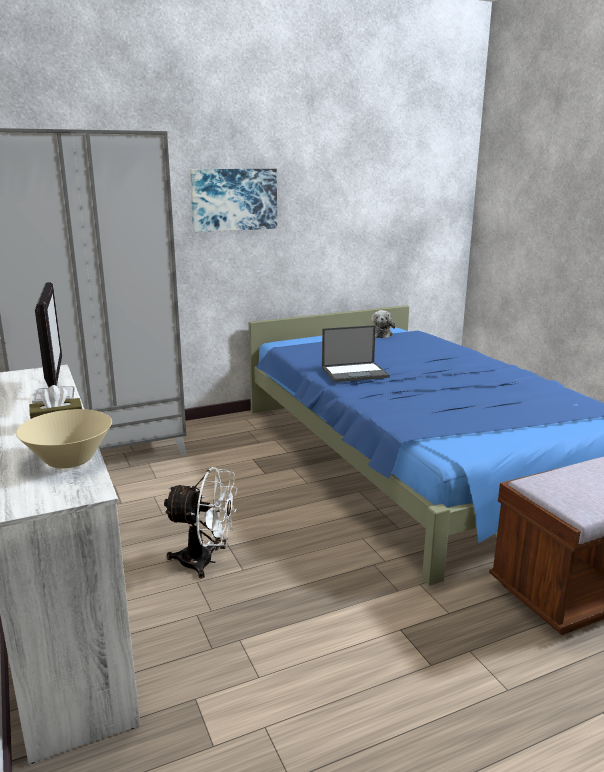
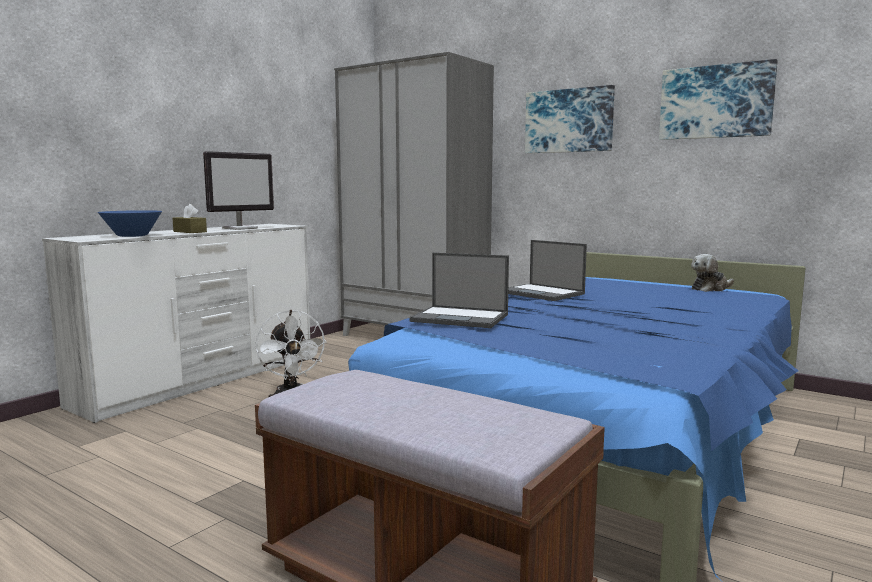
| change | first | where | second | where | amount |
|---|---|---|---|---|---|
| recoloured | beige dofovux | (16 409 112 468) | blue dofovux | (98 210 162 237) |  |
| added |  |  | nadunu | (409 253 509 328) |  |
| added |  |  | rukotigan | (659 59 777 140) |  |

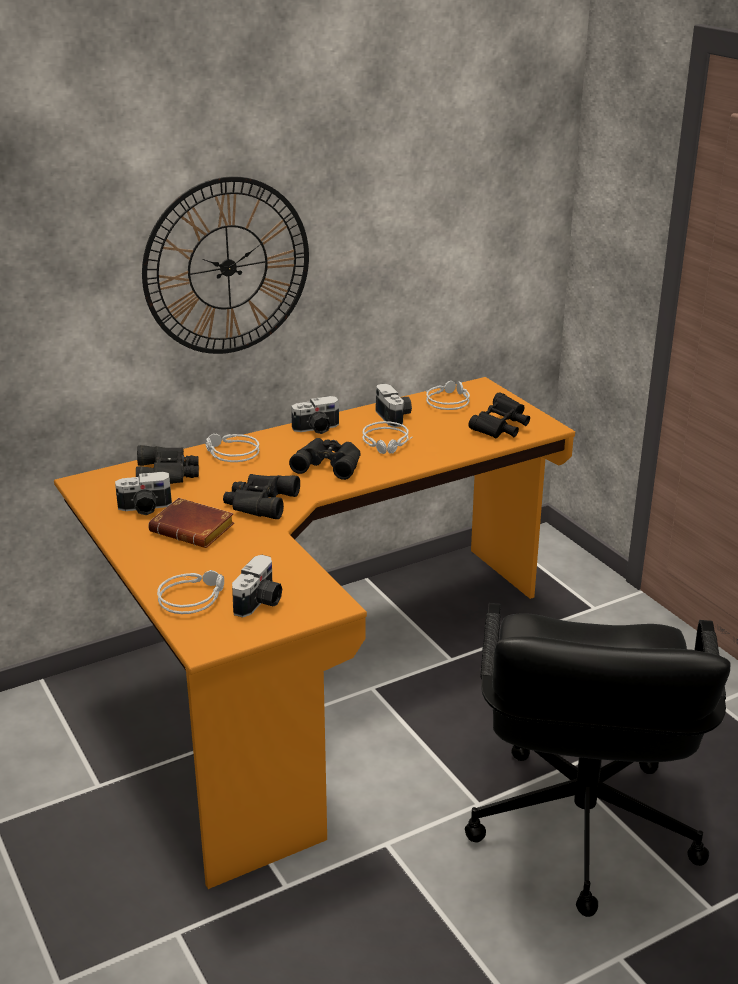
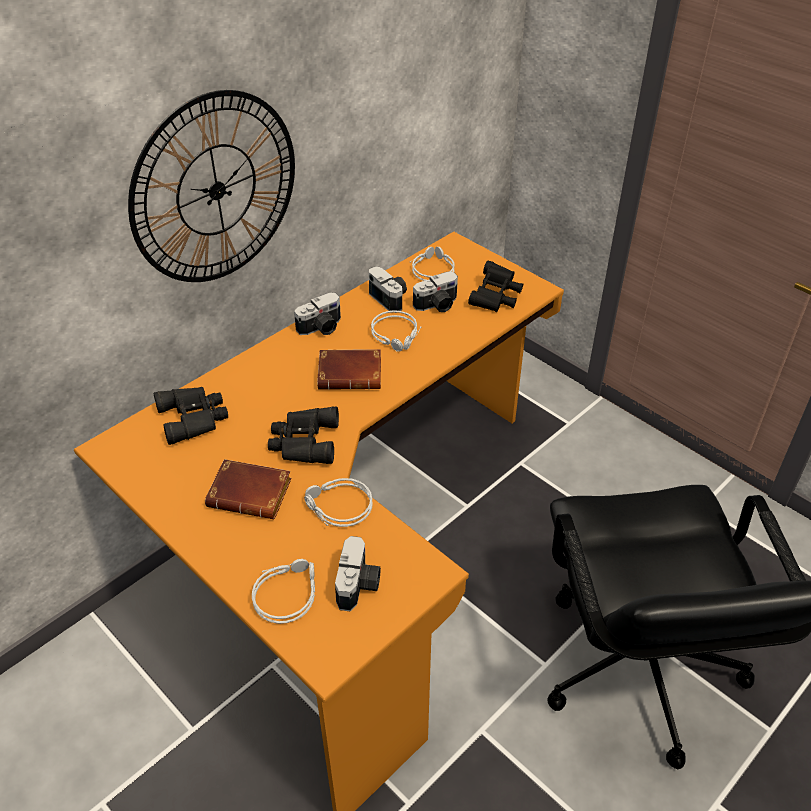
| change | first | where | second | where | amount |
|---|---|---|---|---|---|
| moved | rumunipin | (115 472 172 515) |  | (413 272 458 312) |  |
| moved | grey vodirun | (205 433 259 462) |  | (304 478 373 527) |  |
| replaced | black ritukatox | (289 438 361 480) | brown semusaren | (317 349 381 390) |  |

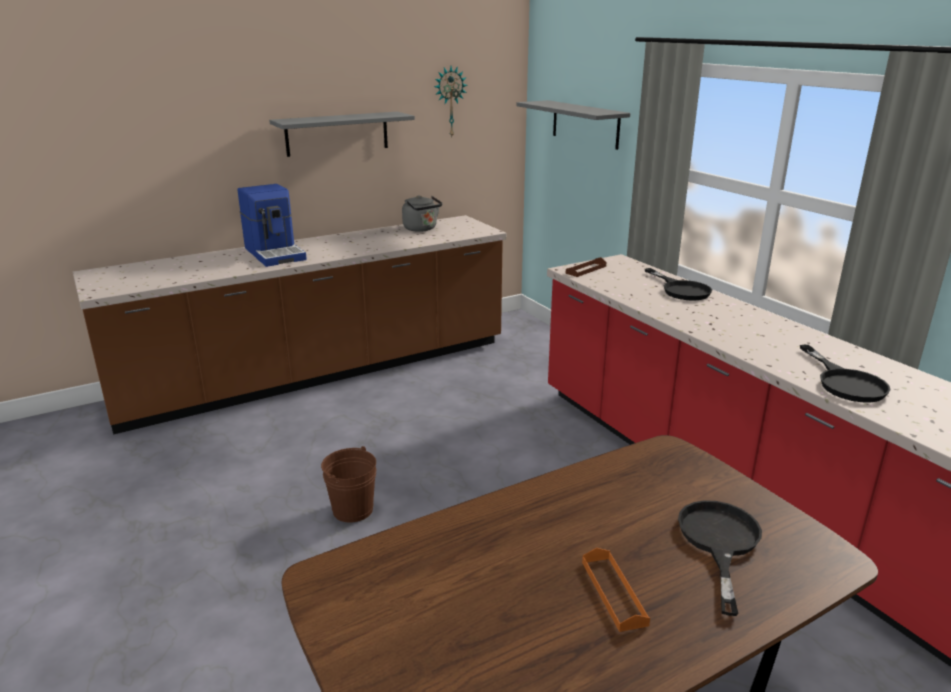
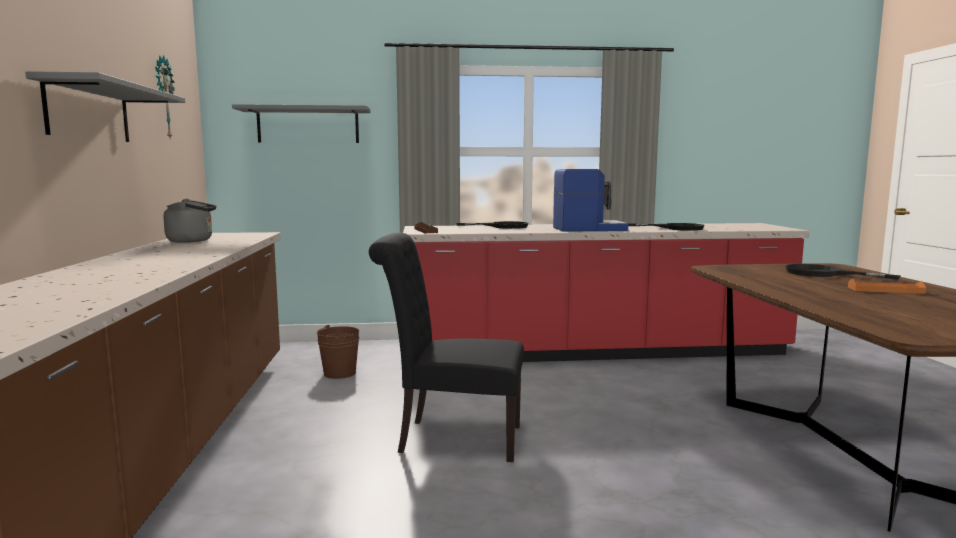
| change | first | where | second | where | amount |
|---|---|---|---|---|---|
| moved | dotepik | (237 184 307 267) |  | (553 169 628 232) |  |
| moved | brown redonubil | (321 446 376 523) |  | (316 325 359 379) |  |
| added |  |  | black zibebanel | (369 233 524 462) |  |

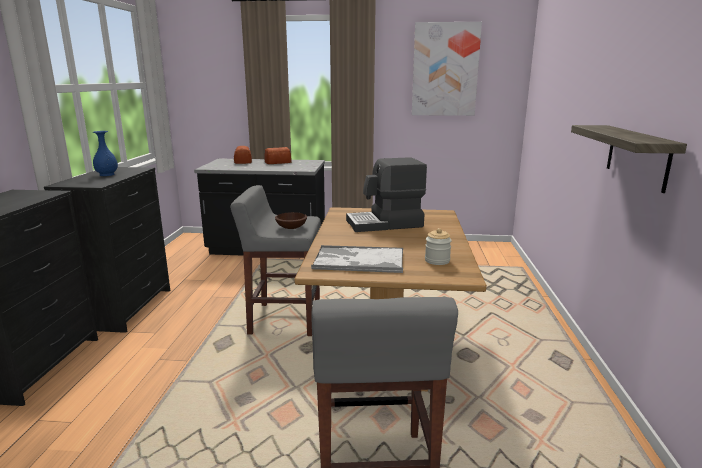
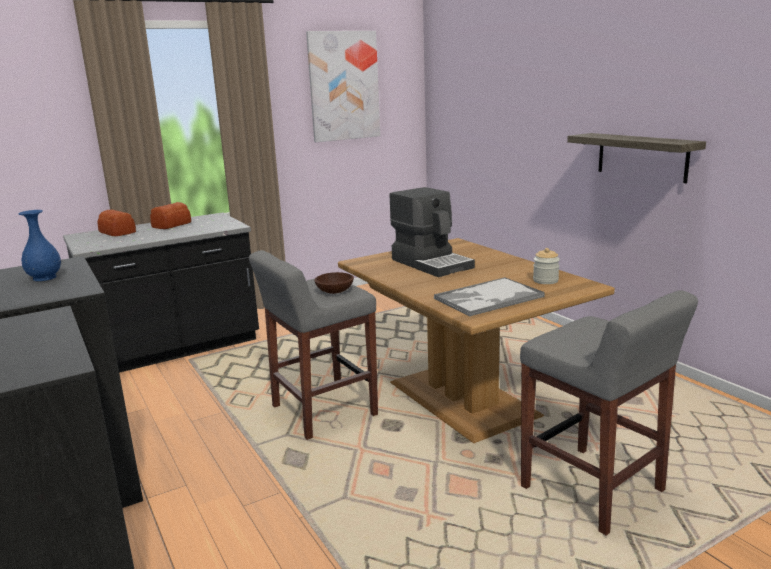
| change | first | where | second | where | amount |
|---|---|---|---|---|---|
| turned | dotepik | (346 157 427 232) |  | (390 187 475 277) | 75 degrees counterclockwise |

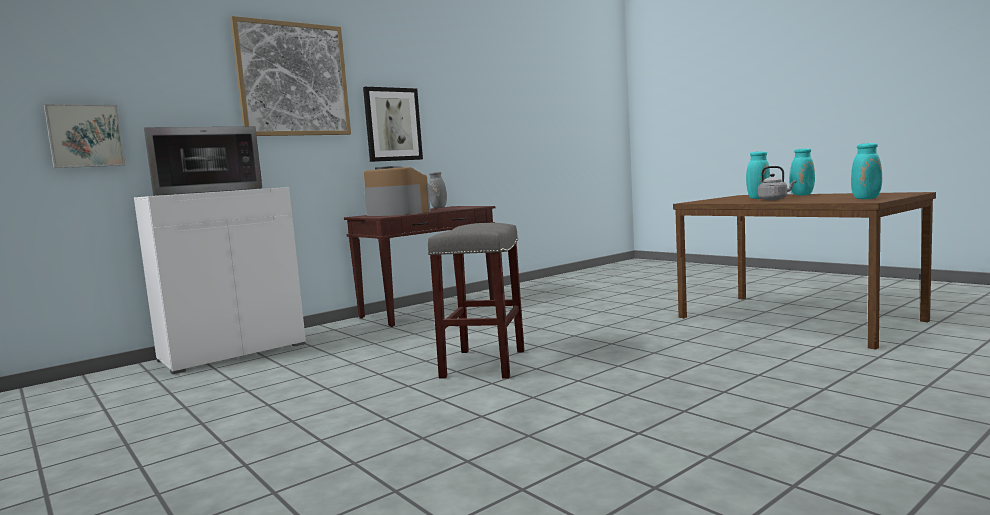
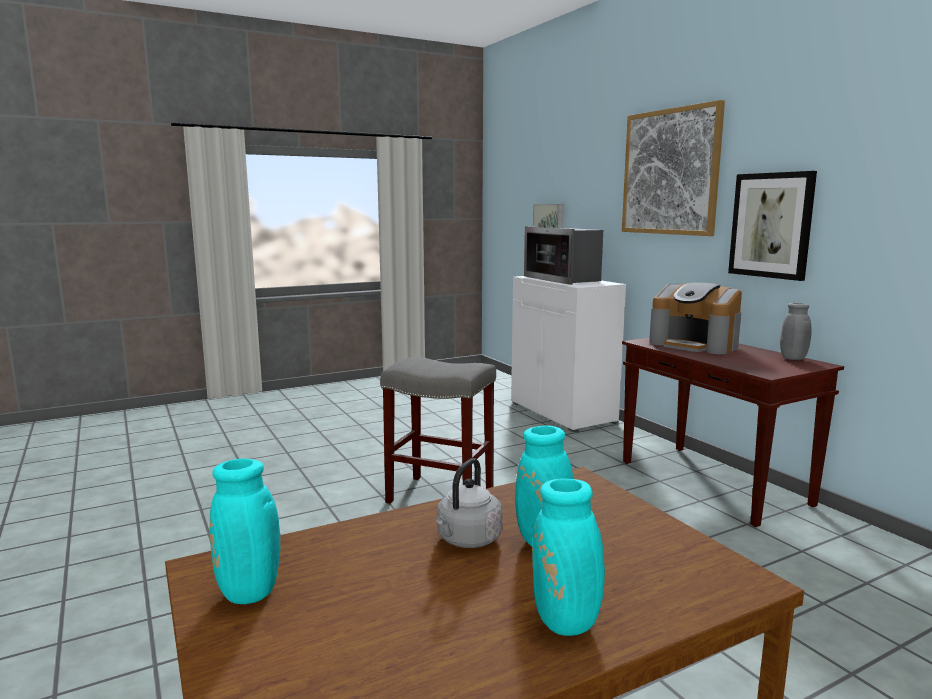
| change | first | where | second | where | amount |
|---|---|---|---|---|---|
| turned | dotepik | (364 166 431 216) |  | (649 282 742 354) | 90 degrees clockwise |

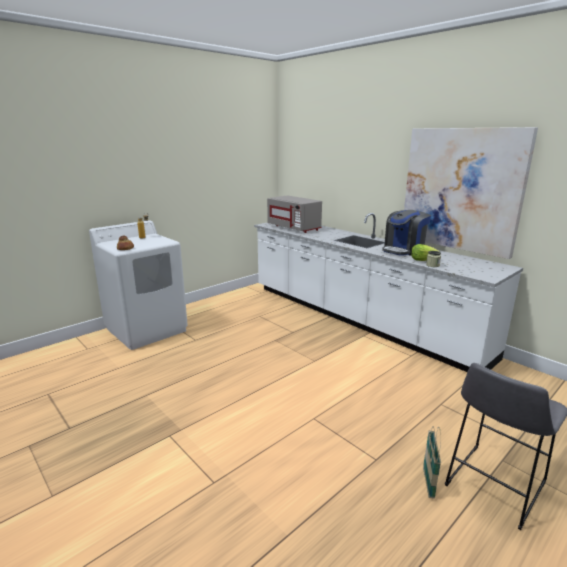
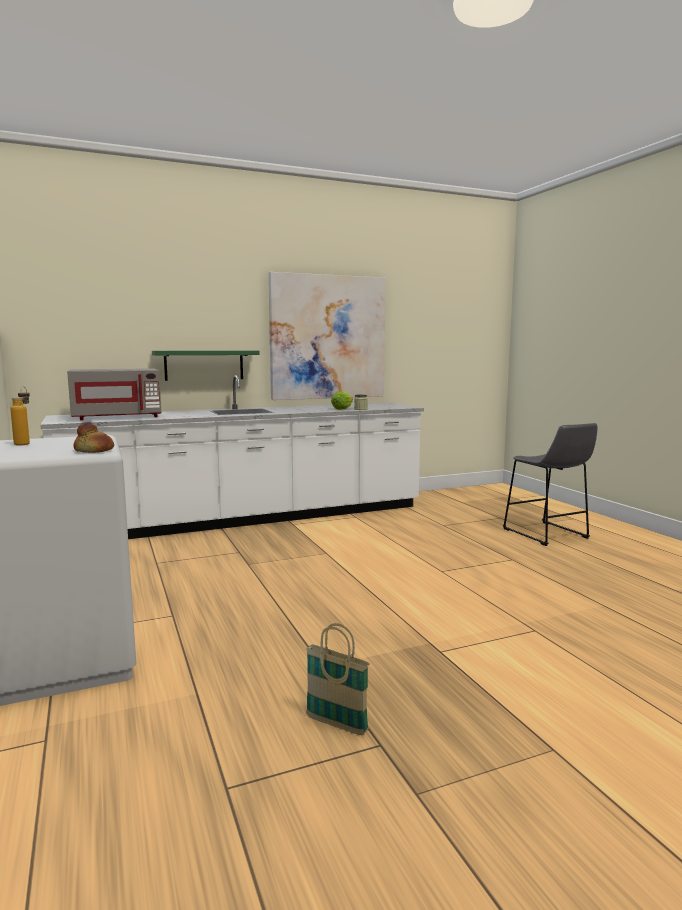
| change | first | where | second | where | amount |
|---|---|---|---|---|---|
| removed | dotepik | (382 210 431 256) |  |  |  |
| moved | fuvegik | (423 426 441 499) |  | (306 623 369 735) |  |
| added |  |  | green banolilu | (152 351 260 381) |  |

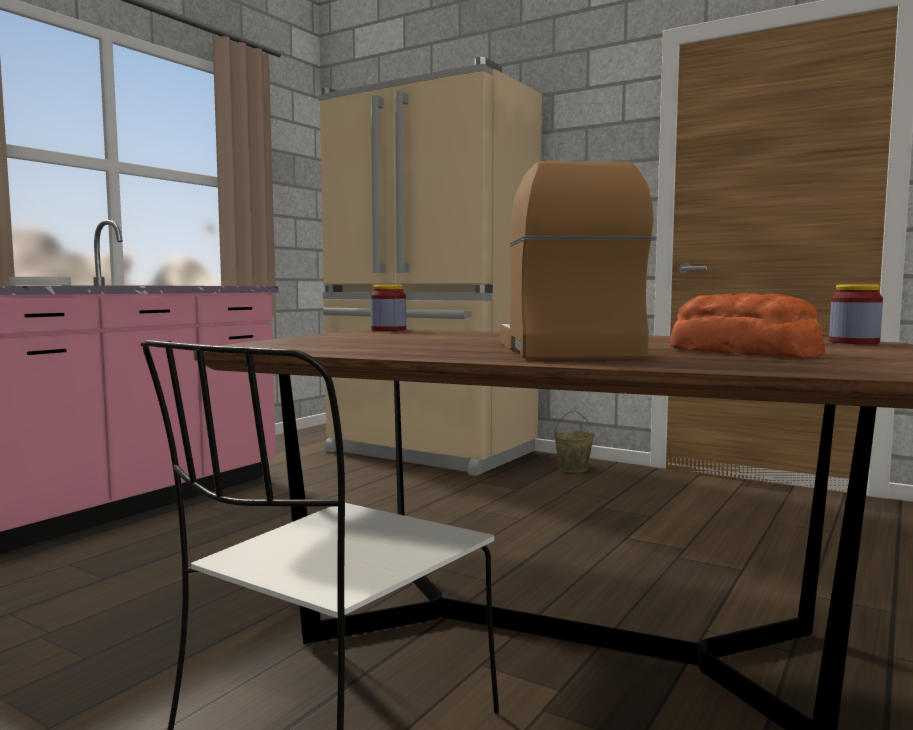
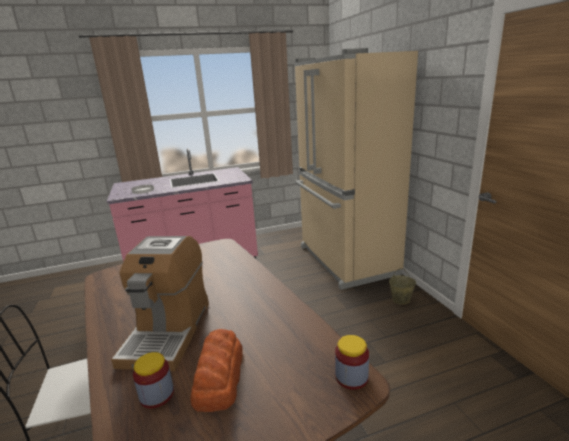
| change | first | where | second | where | amount |
|---|---|---|---|---|---|
| moved | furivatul | (371 285 406 331) |  | (133 352 174 409) |  |
| turned | dotepik | (500 161 653 359) |  | (111 236 209 371) | 150 degrees clockwise |

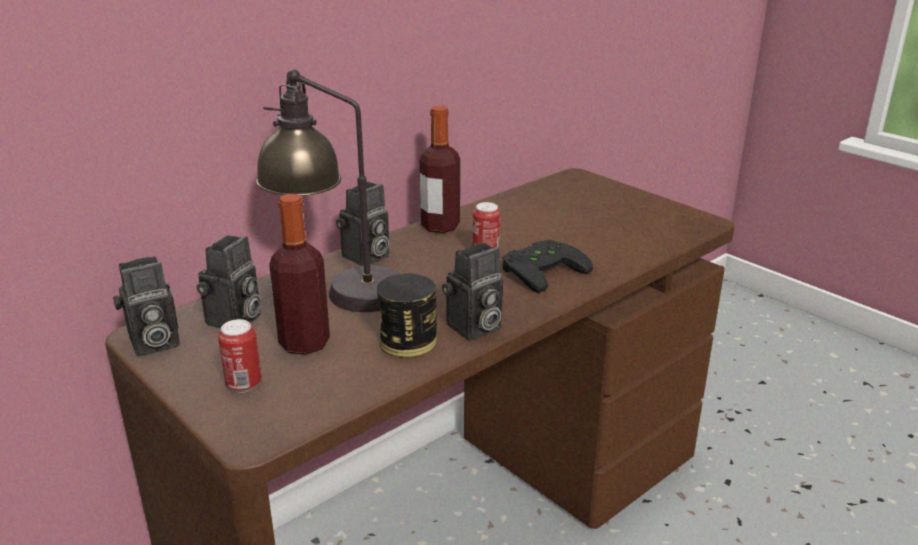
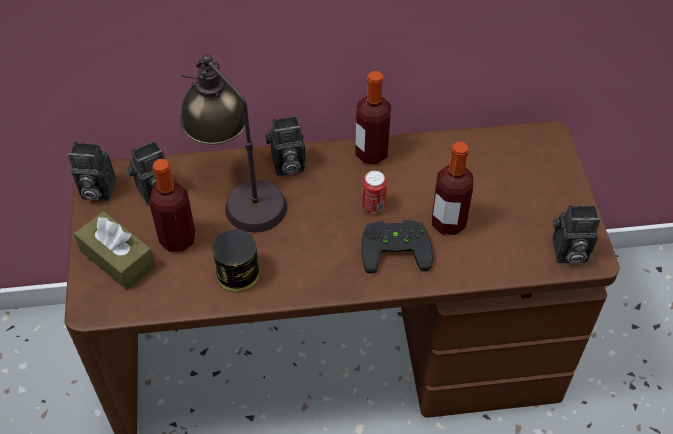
| change | first | where | second | where | amount |
|---|---|---|---|---|---|
| replaced | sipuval | (218 319 262 393) | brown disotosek | (74 211 156 290) |  |
| moved | rumunipin | (442 242 503 341) |  | (553 205 600 264) |  |
| added |  |  | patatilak | (432 142 473 235) |  |

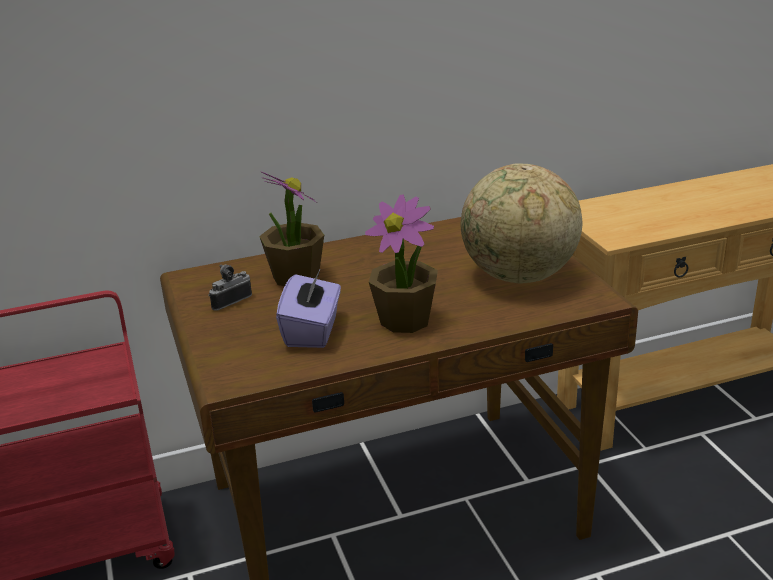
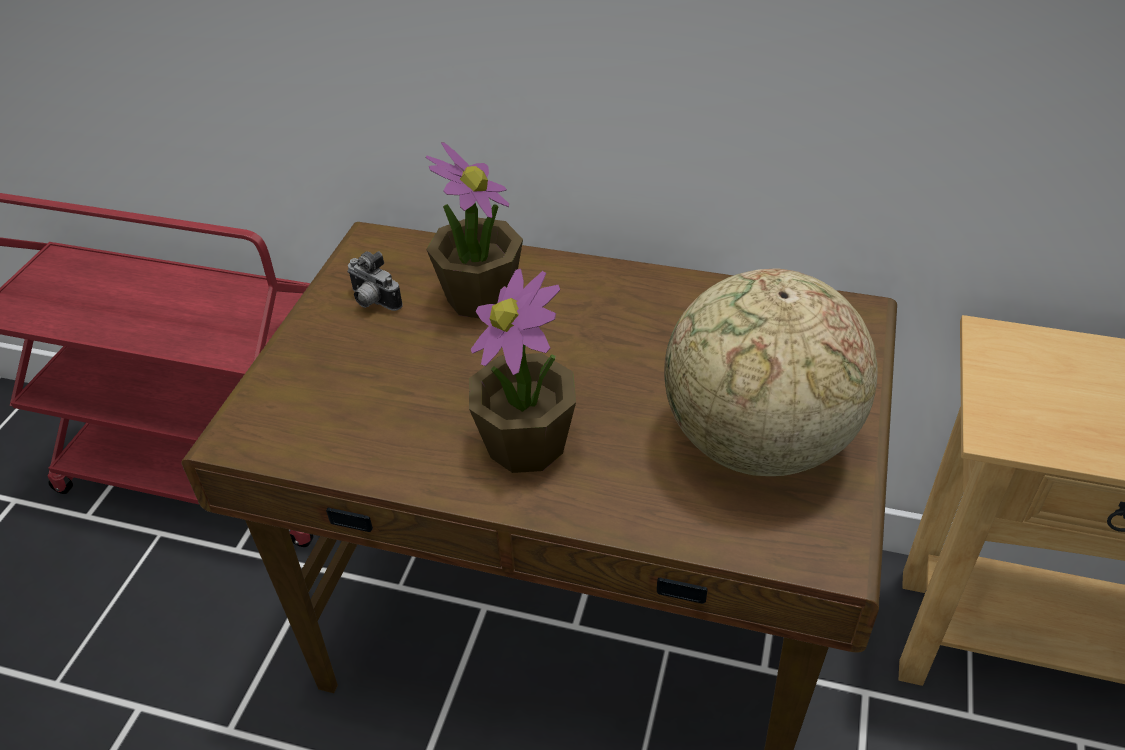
| change | first | where | second | where | amount |
|---|---|---|---|---|---|
| turned | rumunipin | (209 264 252 311) |  | (347 251 403 311) | 135 degrees counterclockwise |
| removed | purple disotosek | (276 268 341 348) |  |  |  |

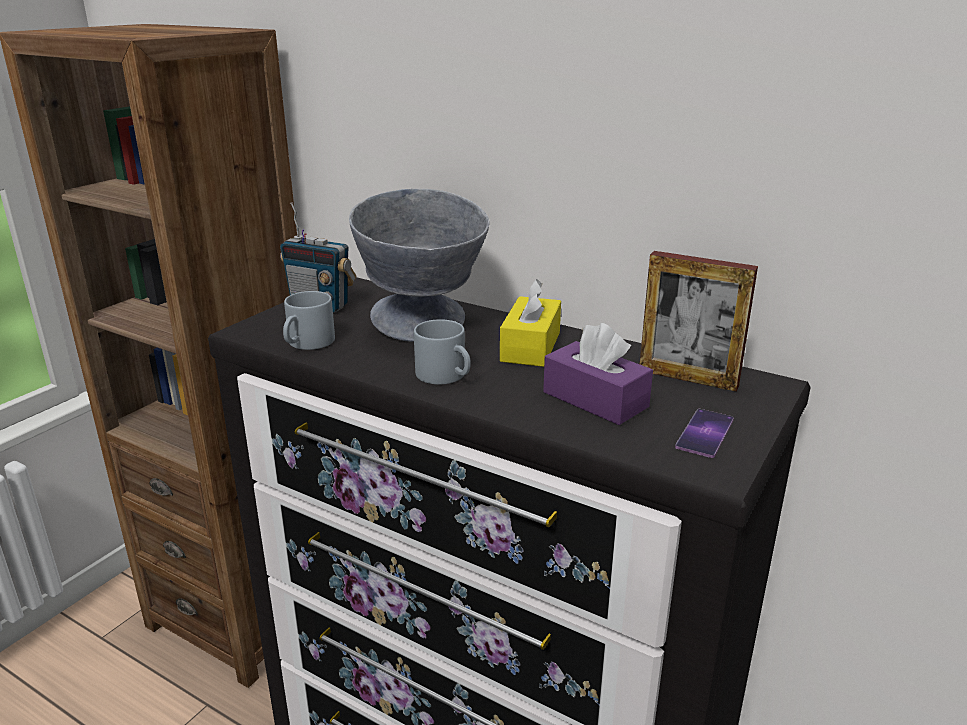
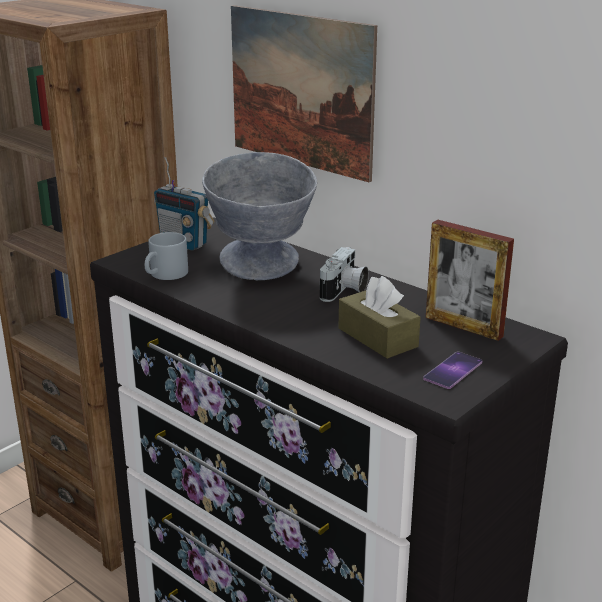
| change | first | where | second | where | amount |
|---|---|---|---|---|---|
| removed | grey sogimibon | (414 319 471 385) |  |  |  |
| replaced | yellow disotosek | (500 279 561 367) | rumunipin | (320 247 369 302) |  |
| recoloured | purple disotosek | (543 323 653 425) | brown disotosek | (339 276 421 359) |  |
| added |  |  | rukotigan | (231 5 377 182) |  |

